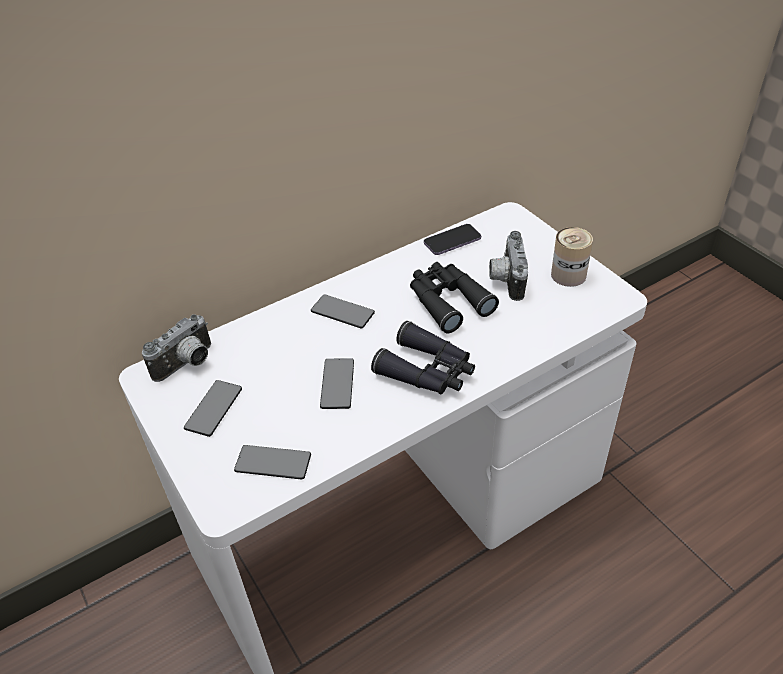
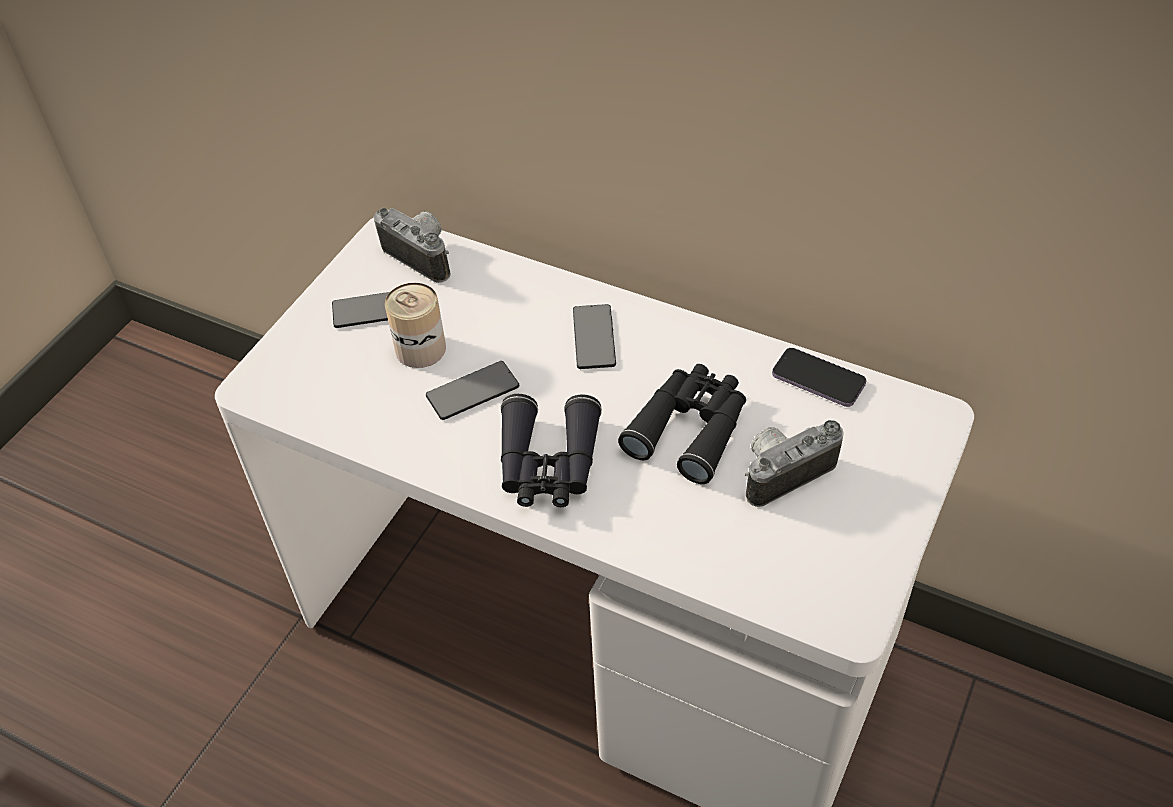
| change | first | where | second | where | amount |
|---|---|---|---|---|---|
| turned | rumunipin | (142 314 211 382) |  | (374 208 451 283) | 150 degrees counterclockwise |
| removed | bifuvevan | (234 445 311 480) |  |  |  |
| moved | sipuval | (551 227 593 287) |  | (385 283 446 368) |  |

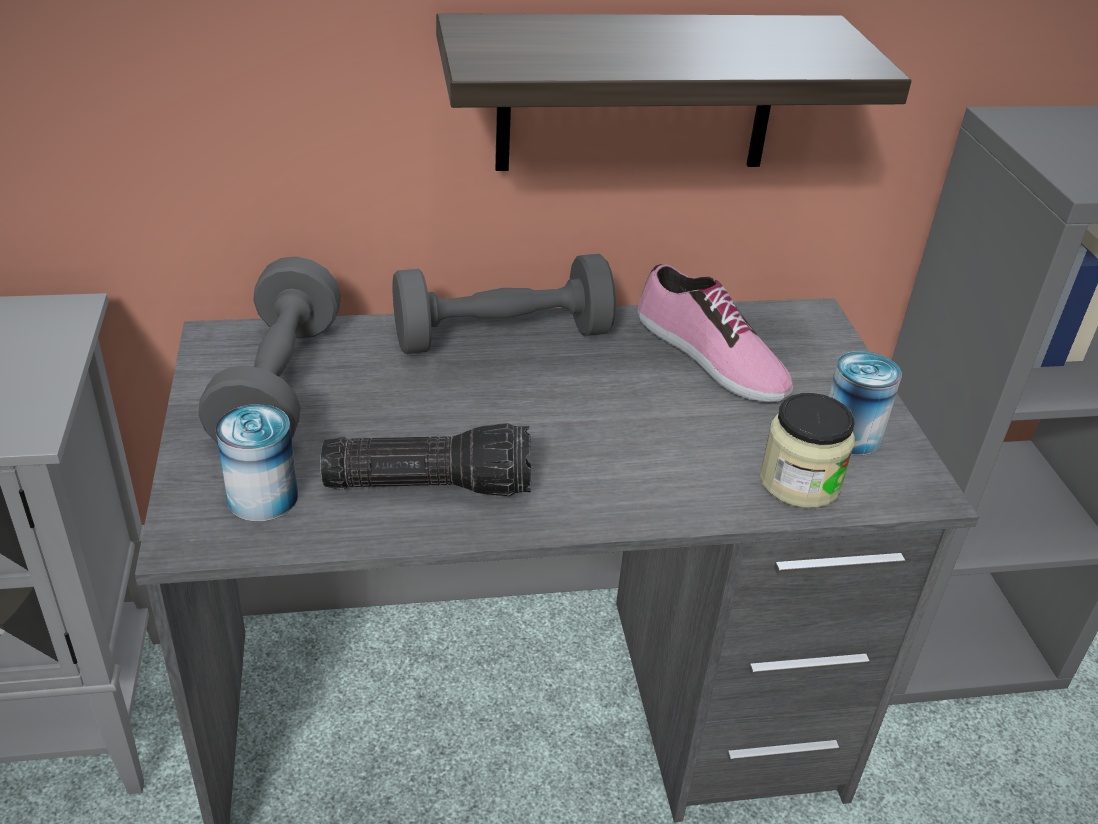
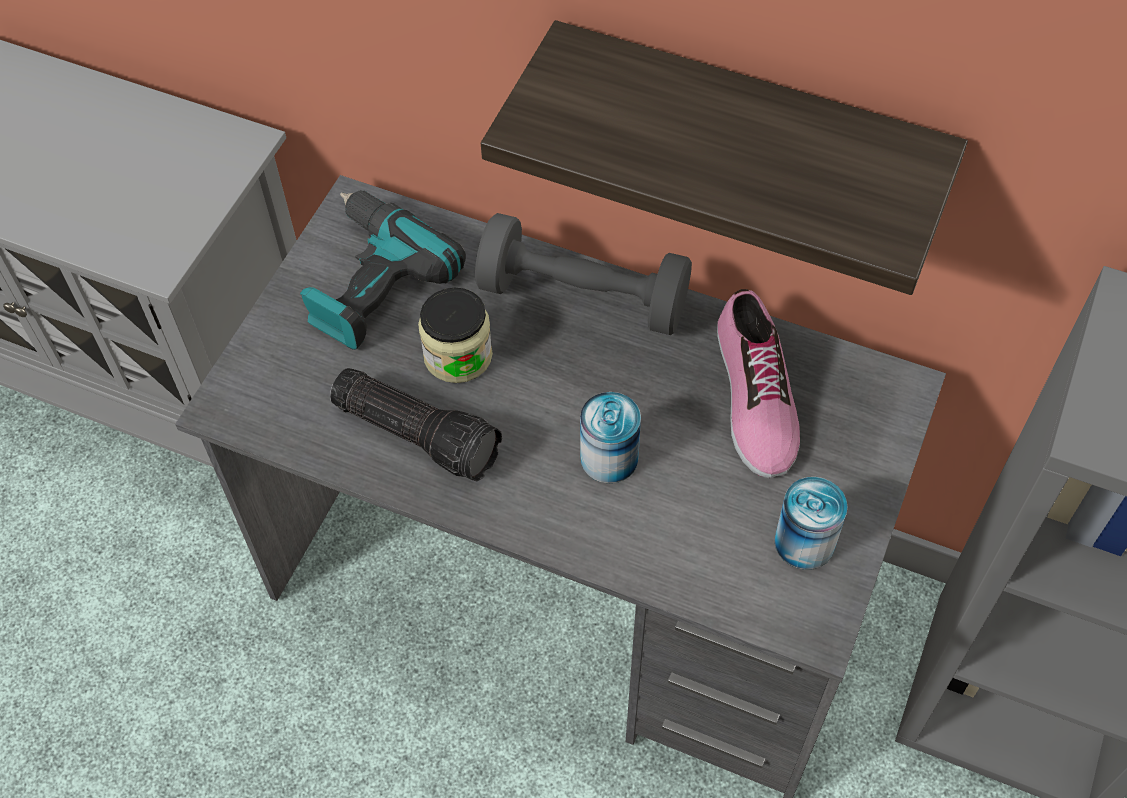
| change | first | where | second | where | amount |
|---|---|---|---|---|---|
| replaced | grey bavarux | (198 256 341 443) | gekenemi | (300 190 466 350) |  |
| moved | sipuval | (215 404 298 522) |  | (580 392 641 483) |  |
| moved | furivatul | (760 393 855 508) |  | (418 287 493 383) |  |

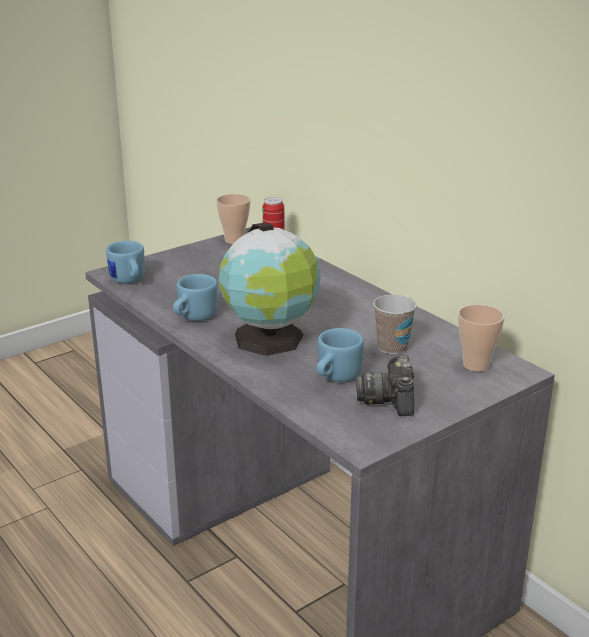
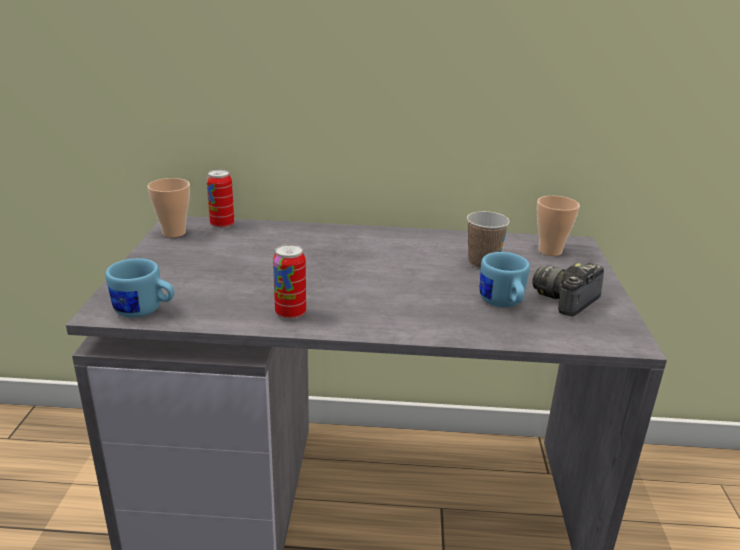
| change | first | where | second | where | amount |
|---|---|---|---|---|---|
| replaced | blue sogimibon | (173 274 218 321) | sipuval | (273 244 306 320) |  |
| removed | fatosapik | (219 223 321 356) |  |  |  |
| turned | rumunipin | (356 356 414 416) |  | (532 263 604 316) | 90 degrees clockwise |

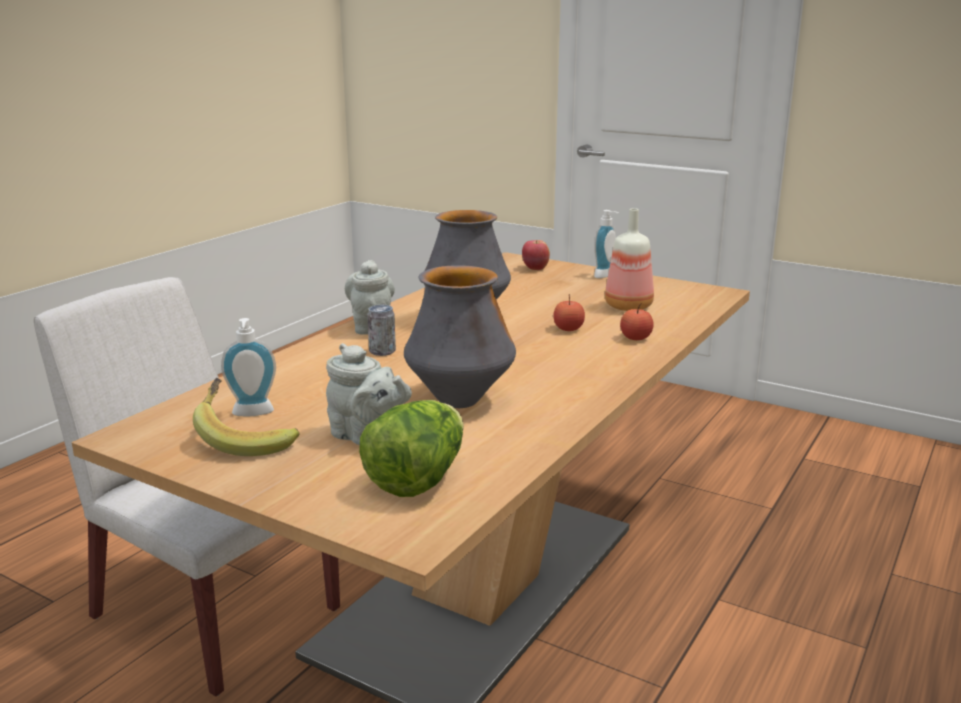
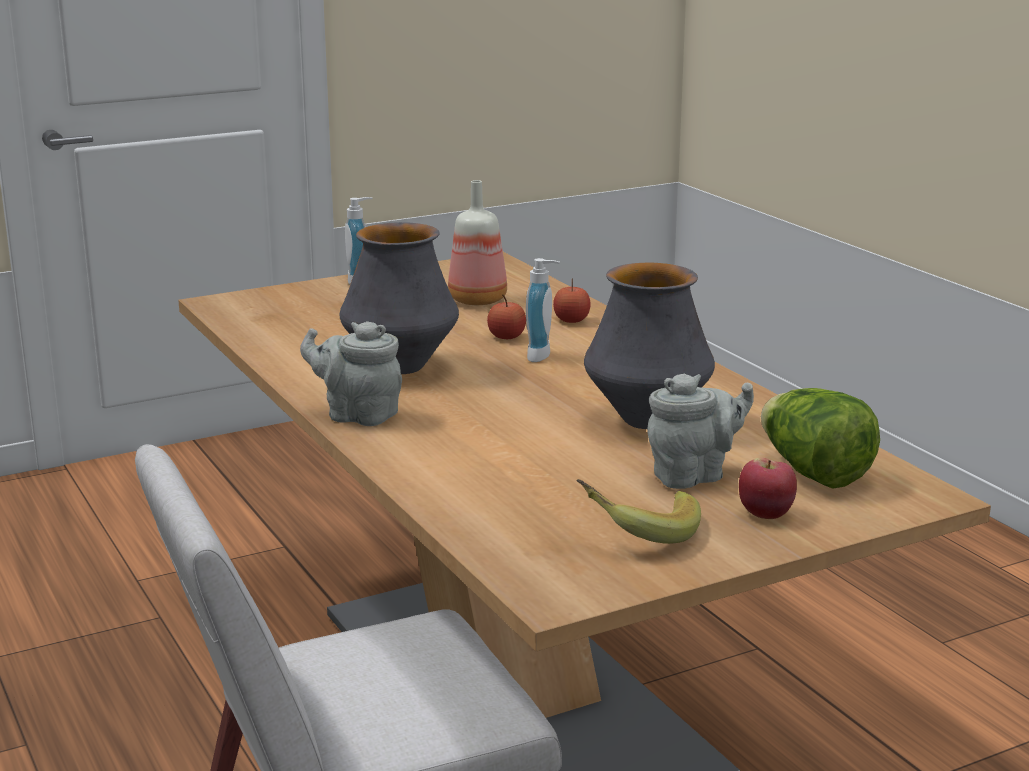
| change | first | where | second | where | amount |
|---|---|---|---|---|---|
| moved | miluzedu | (221 318 276 416) |  | (526 258 560 362) |  |
| removed | sipuval | (367 305 396 356) |  |  |  |
| moved | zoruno | (522 240 550 270) |  | (739 457 797 519) |  |

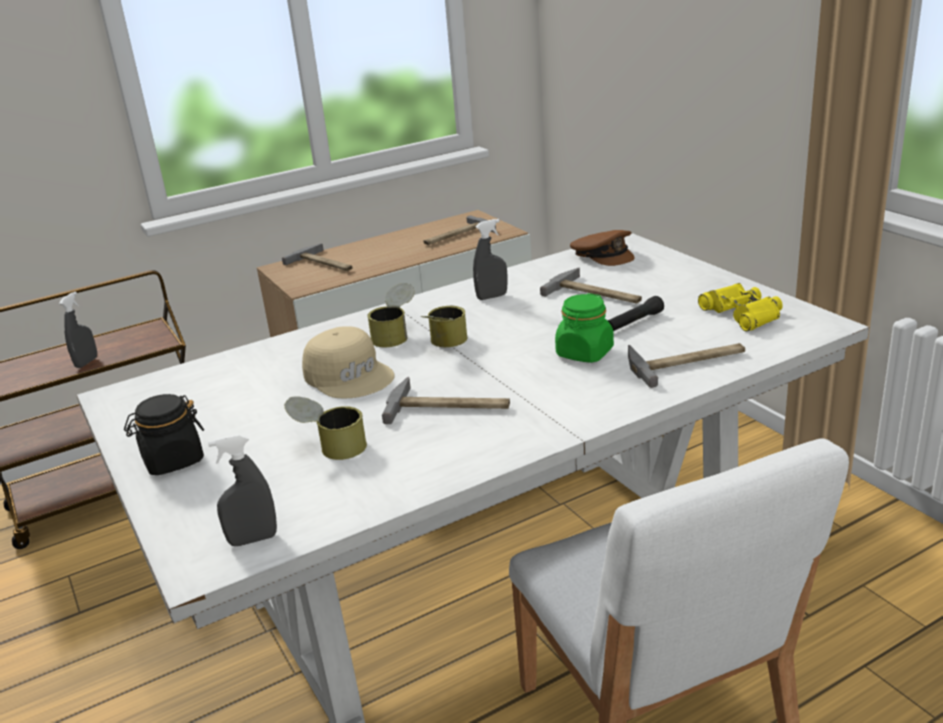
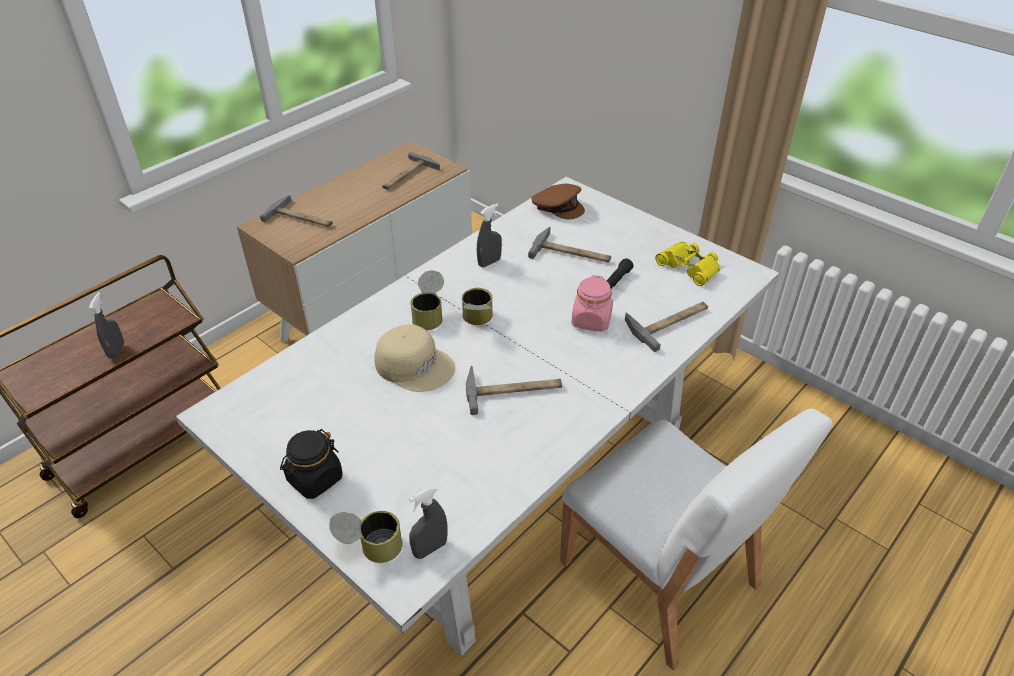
| change | first | where | second | where | amount |
|---|---|---|---|---|---|
| moved | sipuval | (284 396 367 460) |  | (329 511 402 563) |  |
| recoloured | green furivatul | (555 293 614 363) | pink furivatul | (572 275 613 332) |  |

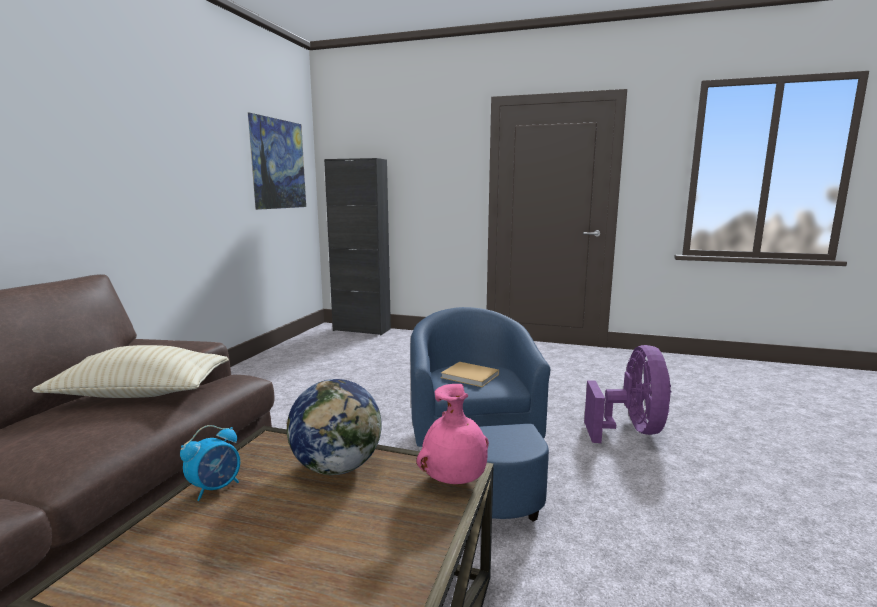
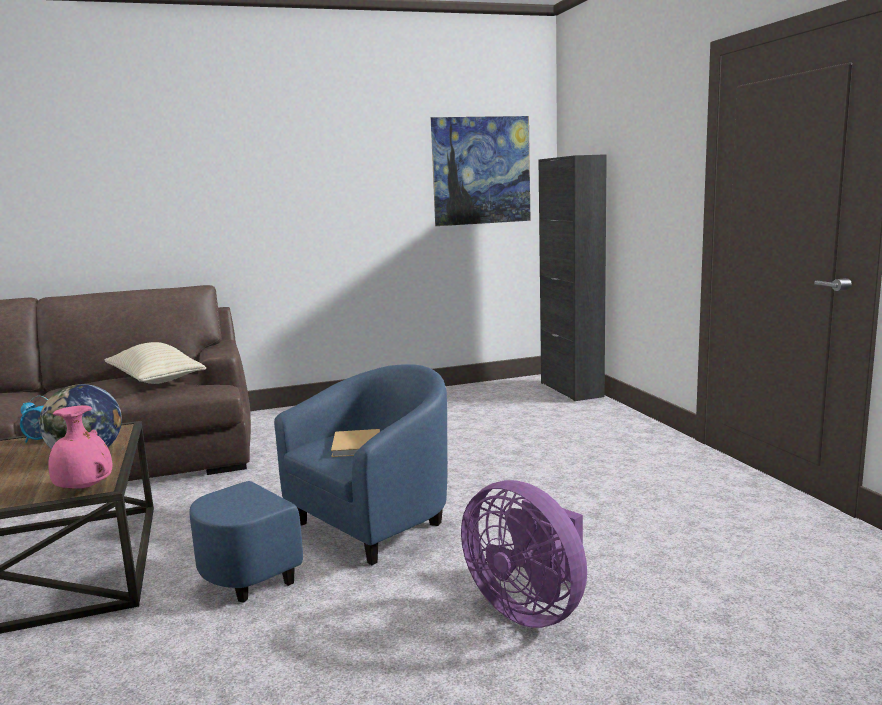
| change | first | where | second | where | amount |
|---|---|---|---|---|---|
| turned | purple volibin | (584 345 671 443) |  | (461 480 587 628) | 75 degrees clockwise |

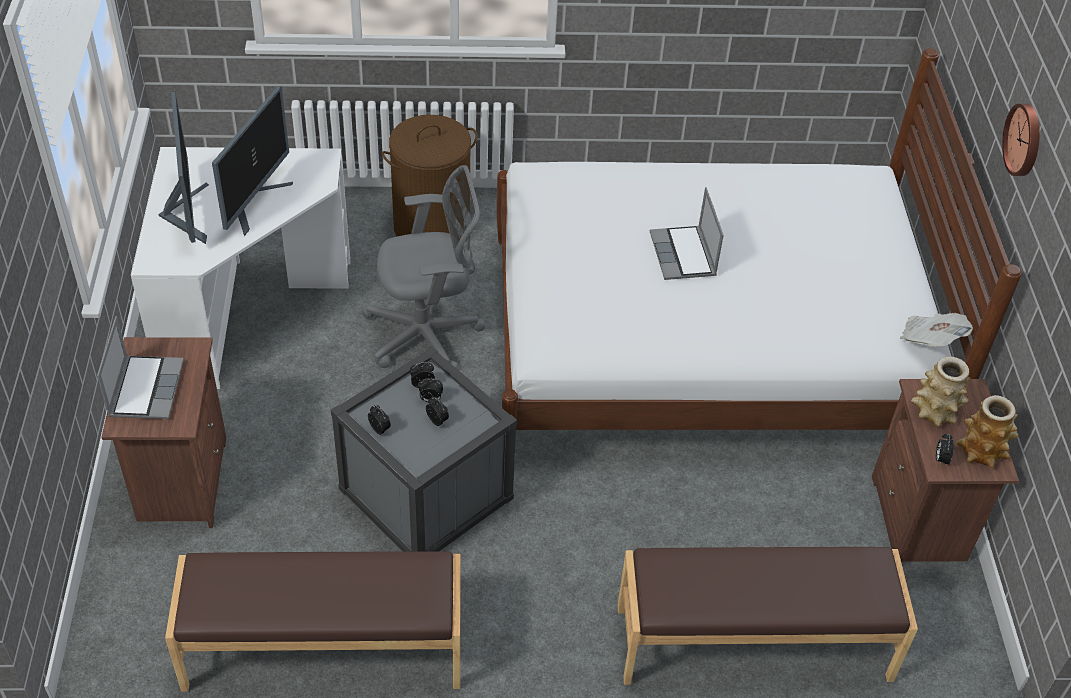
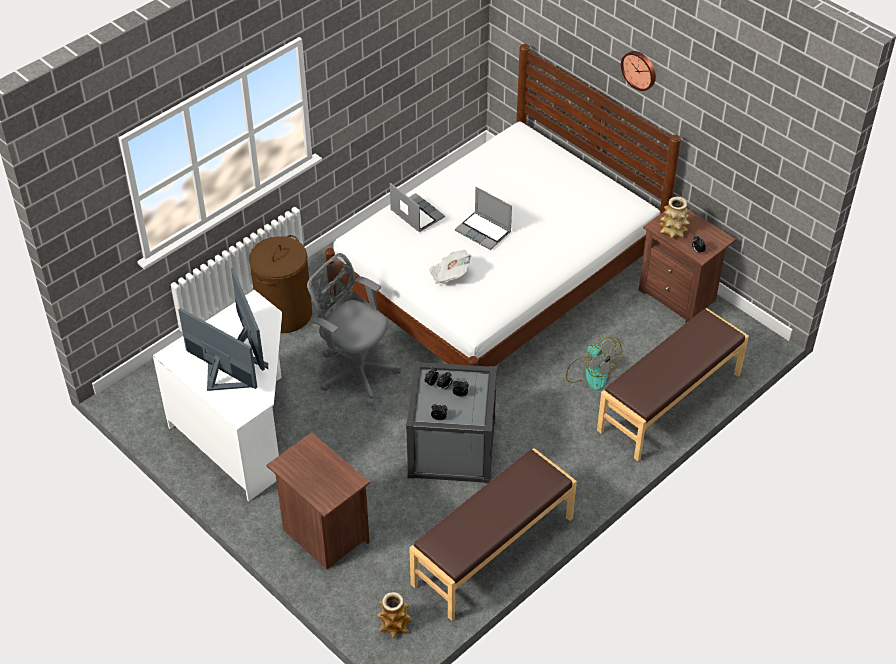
| change | first | where | second | where | amount |
|---|---|---|---|---|---|
| moved | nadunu | (97 316 184 419) |  | (390 183 445 232) |  |
| turned | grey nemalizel | (361 165 486 369) |  | (307 253 401 407) | 90 degrees counterclockwise |
| moved | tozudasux | (900 313 973 347) |  | (429 250 472 284) |  |
| moved | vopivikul | (956 395 1019 468) |  | (377 592 412 638) |  |
| added |  |  | volibin | (566 337 622 391) |  |

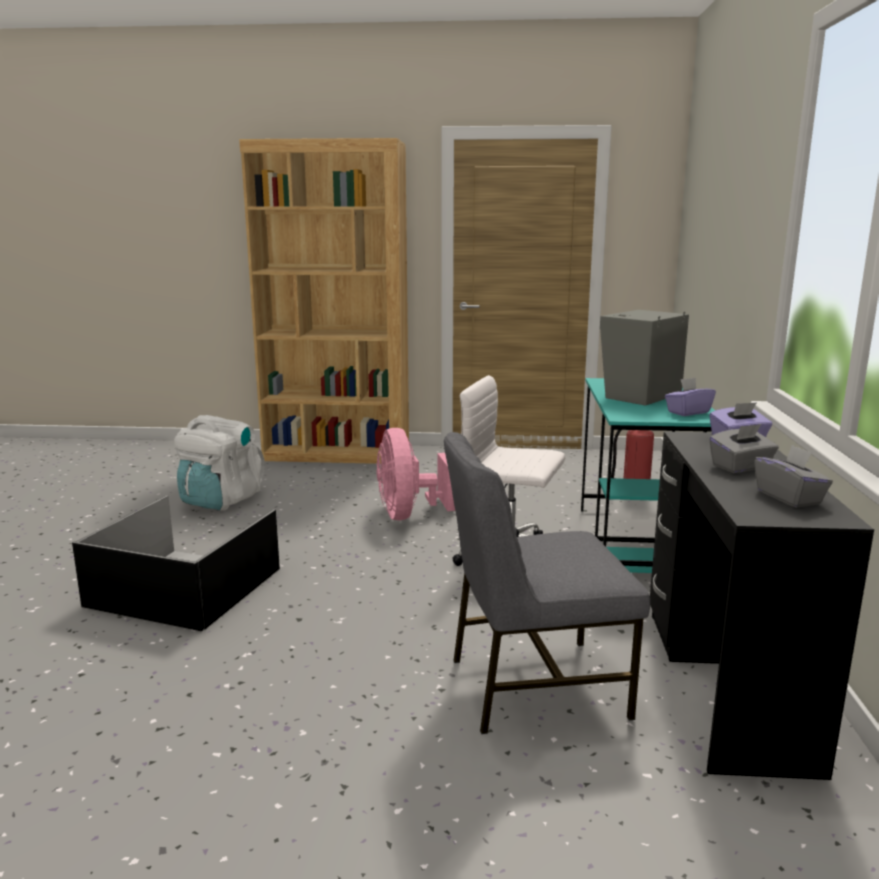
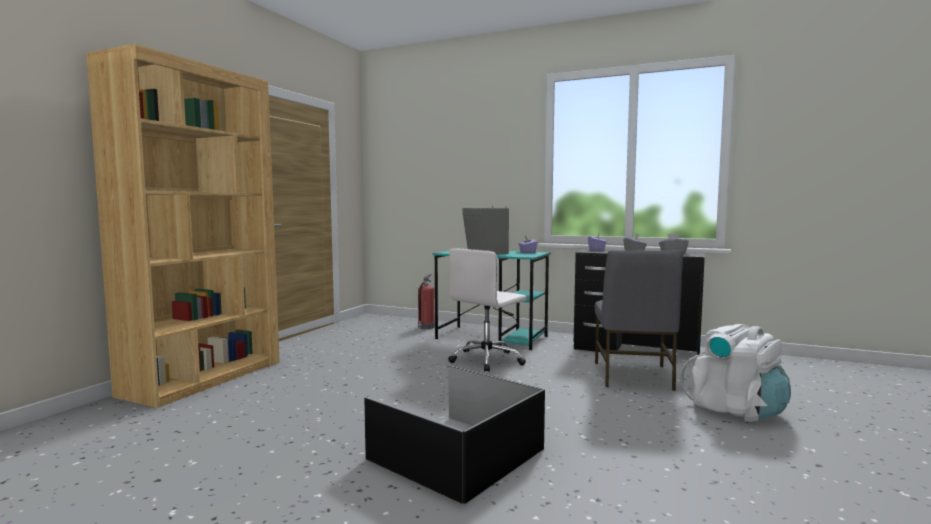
| change | first | where | second | where | amount |
|---|---|---|---|---|---|
| moved | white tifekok | (174 415 265 510) |  | (680 324 791 422) |  |
| removed | pink volibin | (377 428 455 520) |  |  |  |

